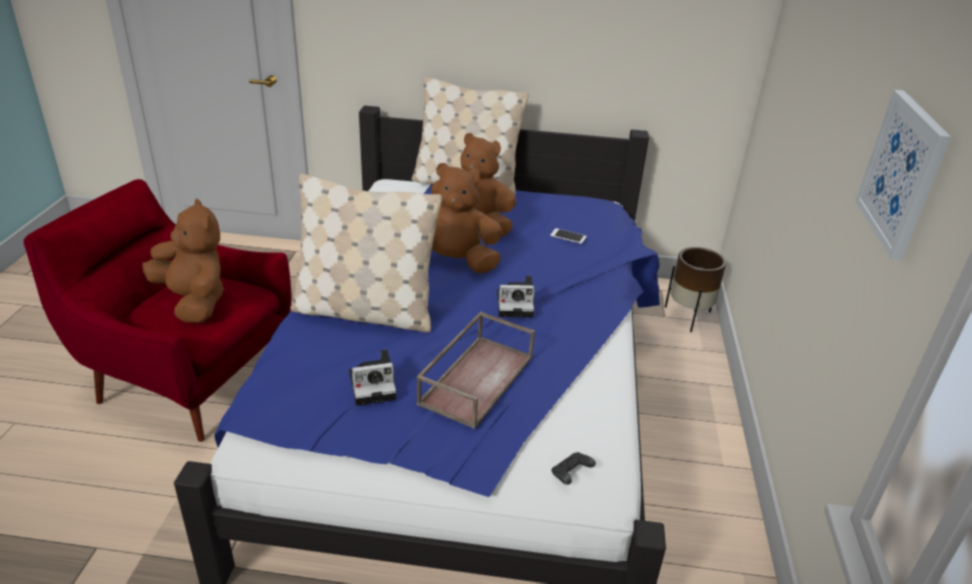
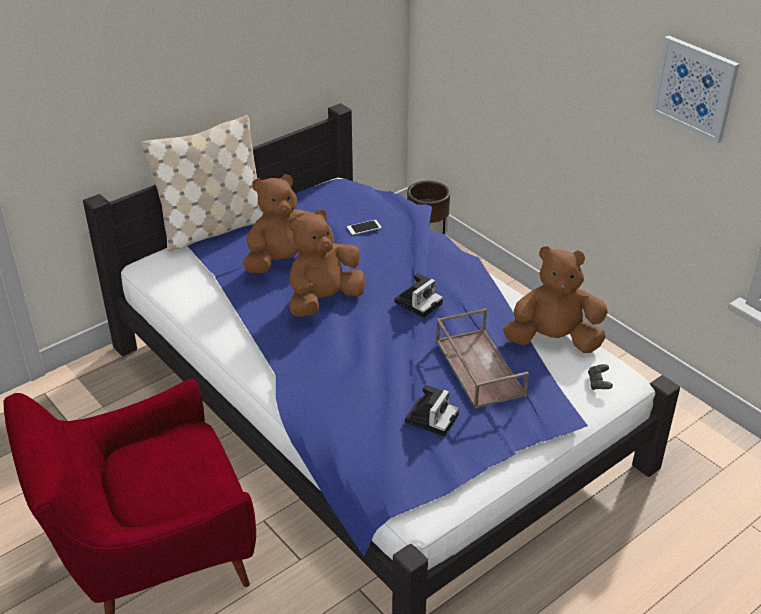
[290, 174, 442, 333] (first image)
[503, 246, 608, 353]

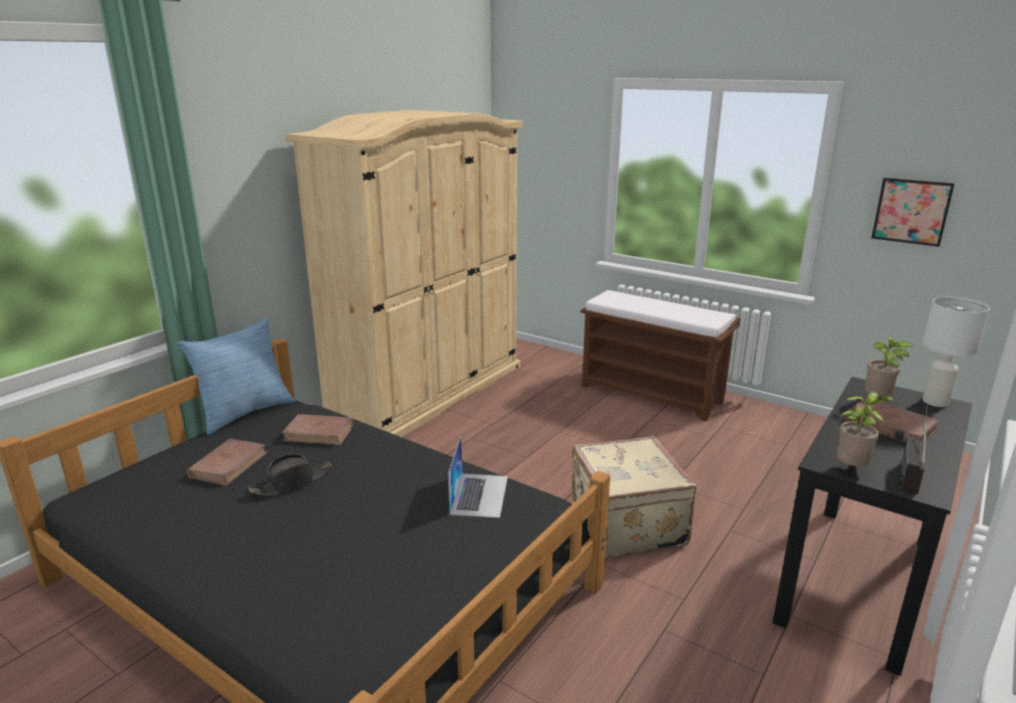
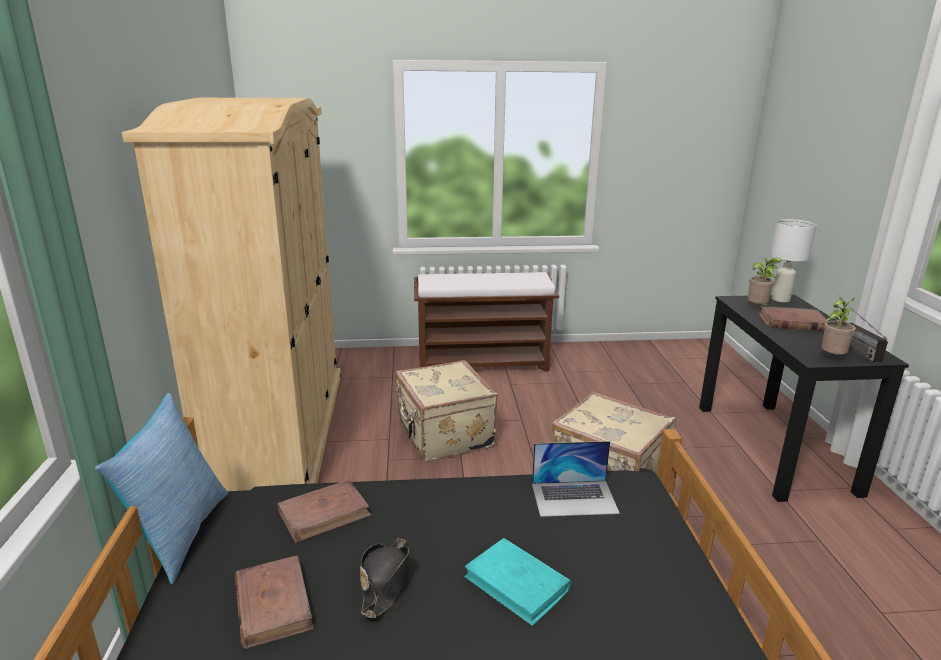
[871, 178, 955, 247] (first image)
[532, 441, 620, 517]
[395, 360, 498, 462]
[465, 538, 571, 626]

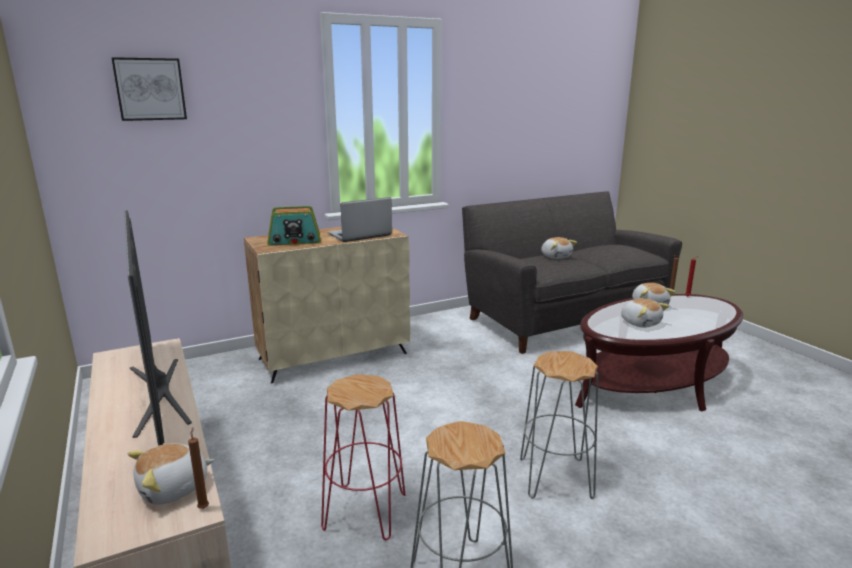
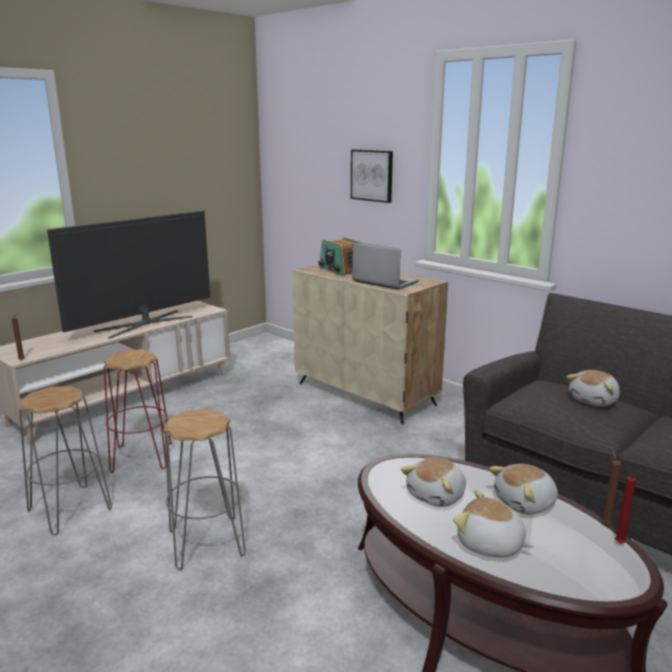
[351, 150, 393, 203]
[453, 489, 534, 558]

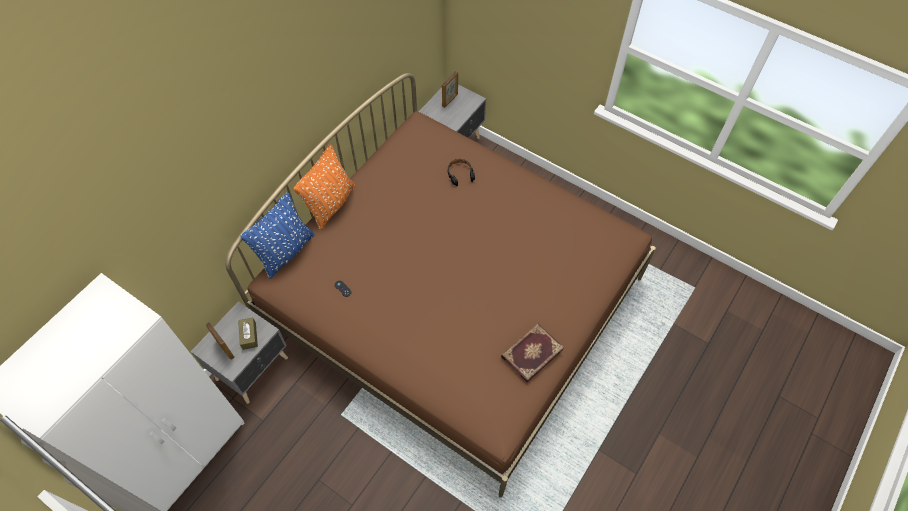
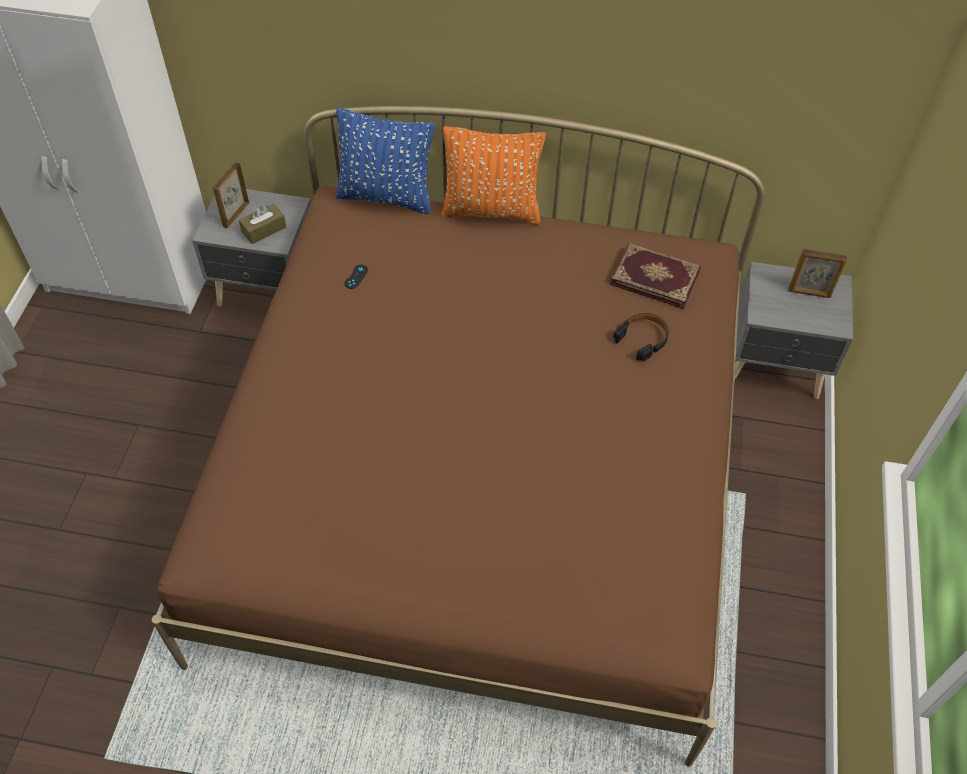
[610, 243, 701, 309]

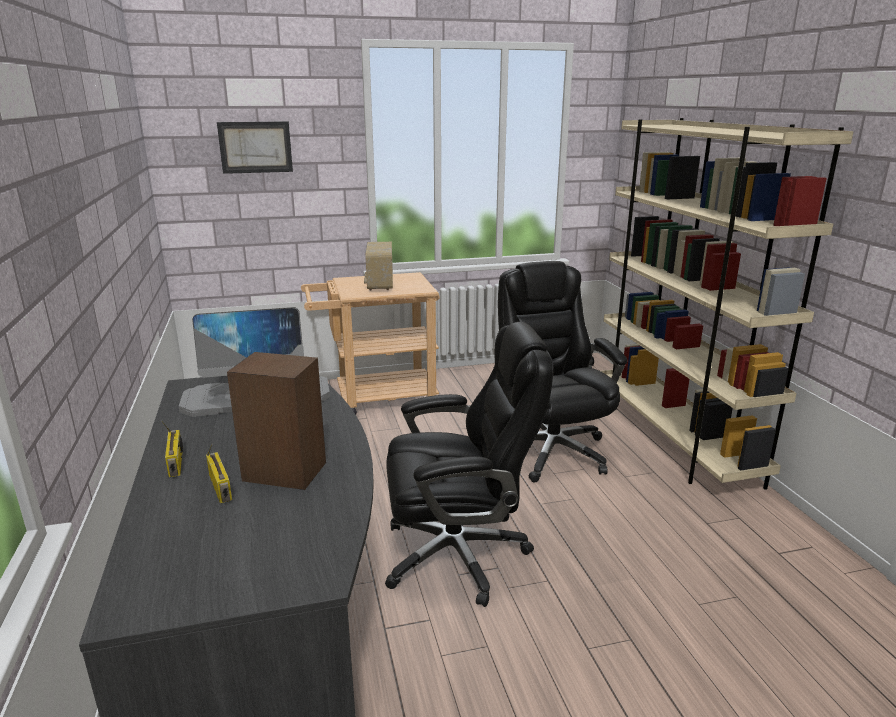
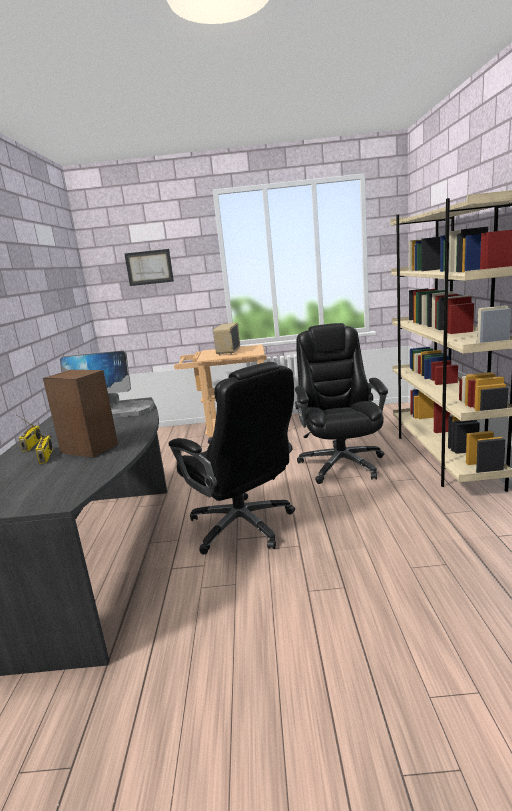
[169, 362, 295, 554]

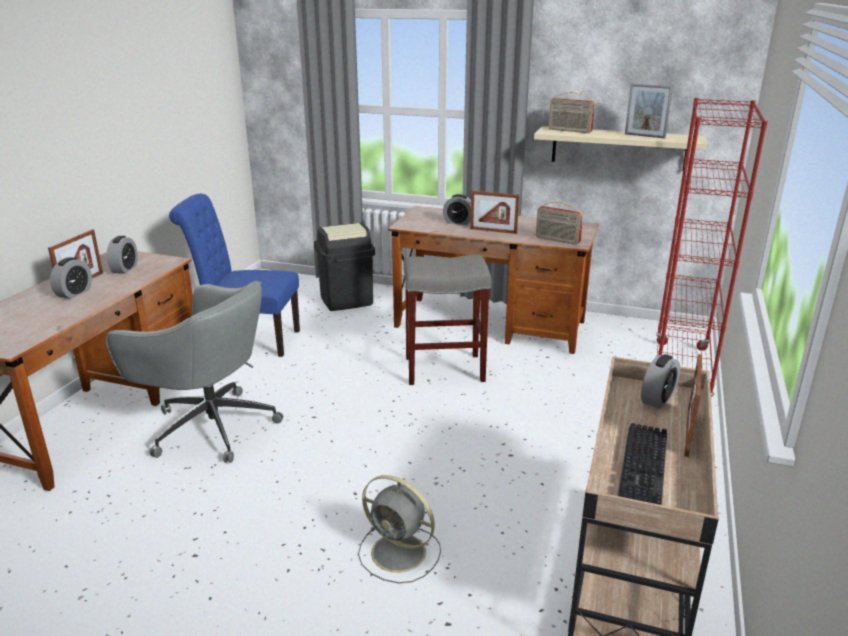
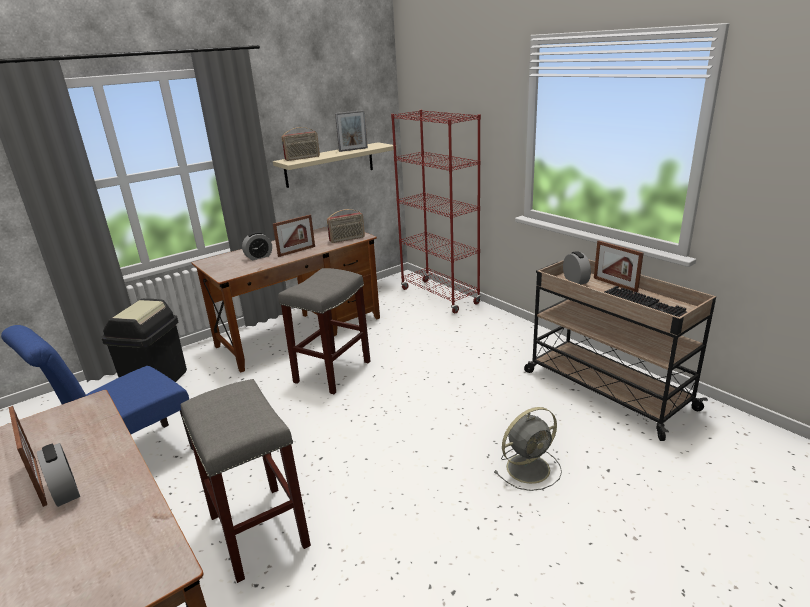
[107, 236, 138, 274] (first image)
[181, 379, 311, 583]

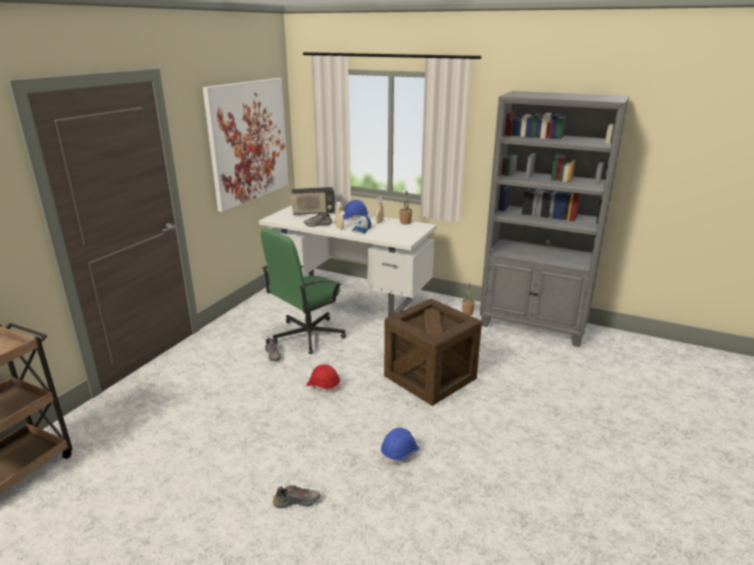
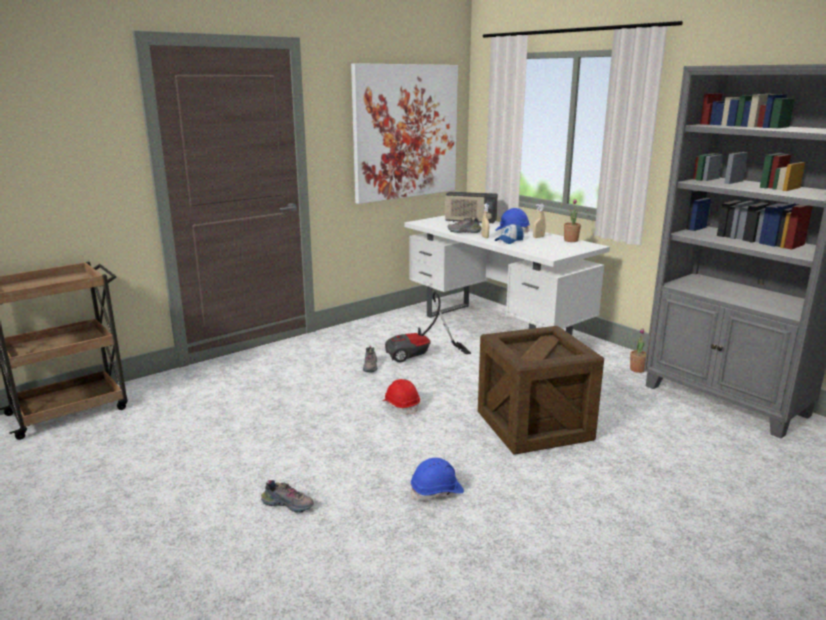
[385, 291, 471, 362]

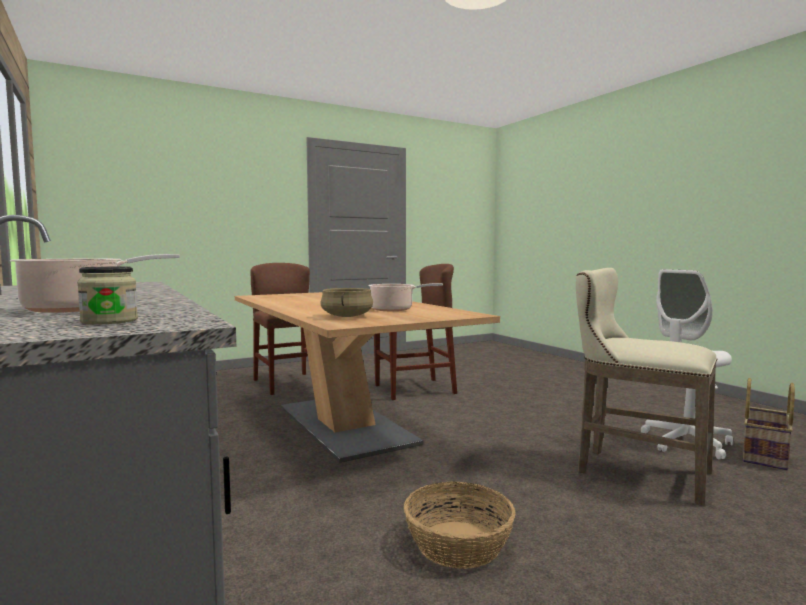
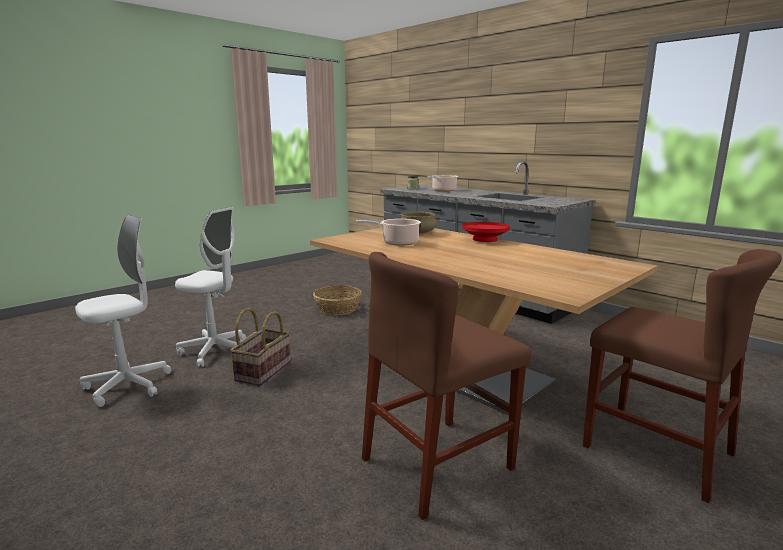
[175, 207, 246, 367]
[230, 308, 291, 386]
[462, 222, 510, 242]

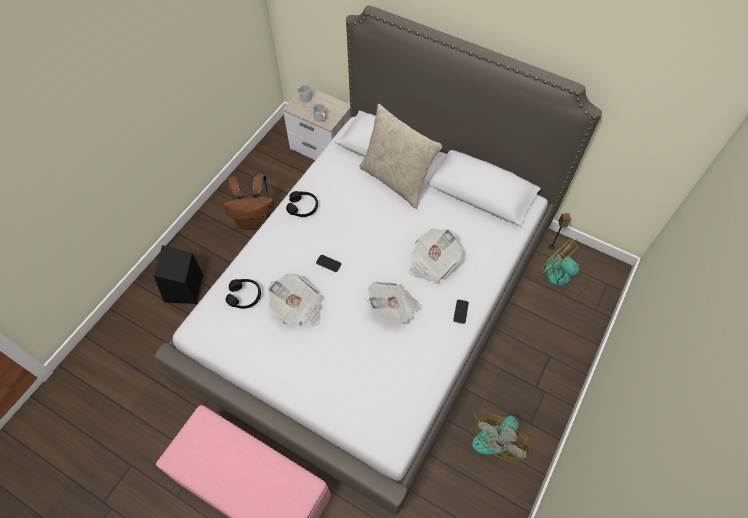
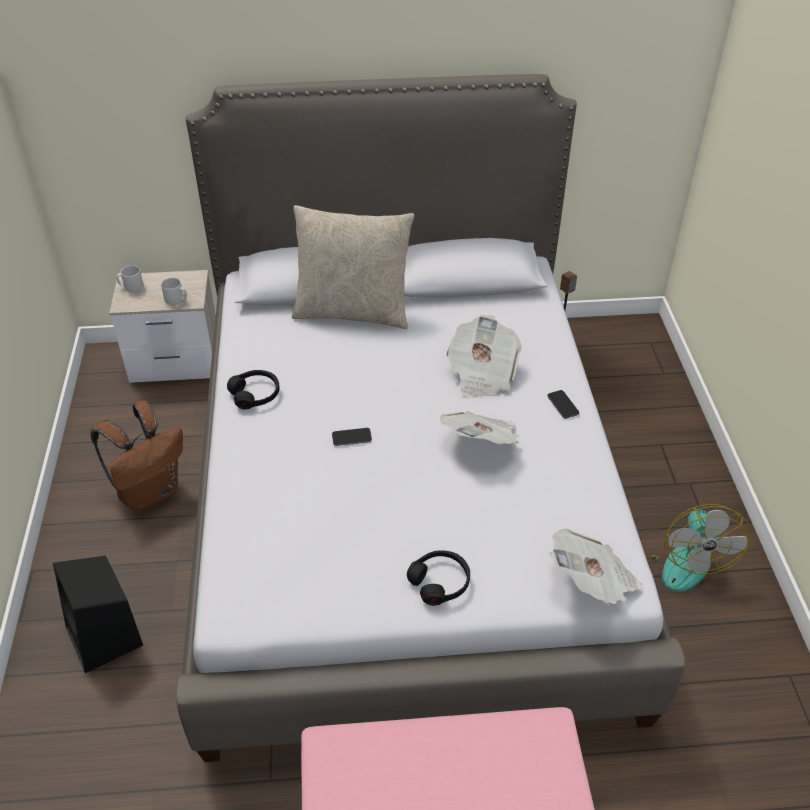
[540, 238, 589, 297] (first image)
[550, 529, 643, 606]
[407, 550, 470, 606]

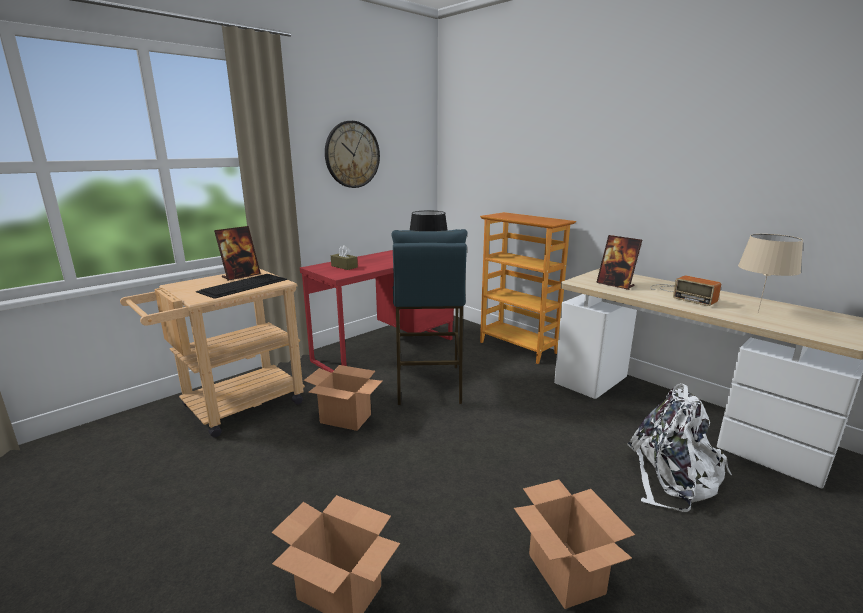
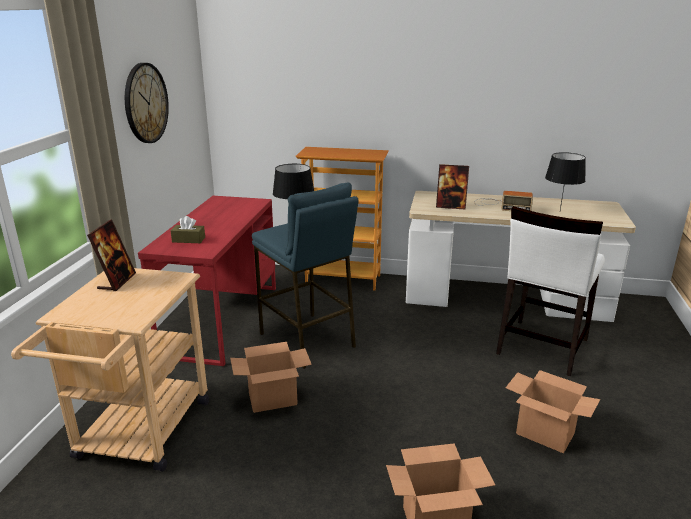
[545, 152, 586, 210]
[196, 274, 288, 299] (first image)
[496, 206, 605, 376]

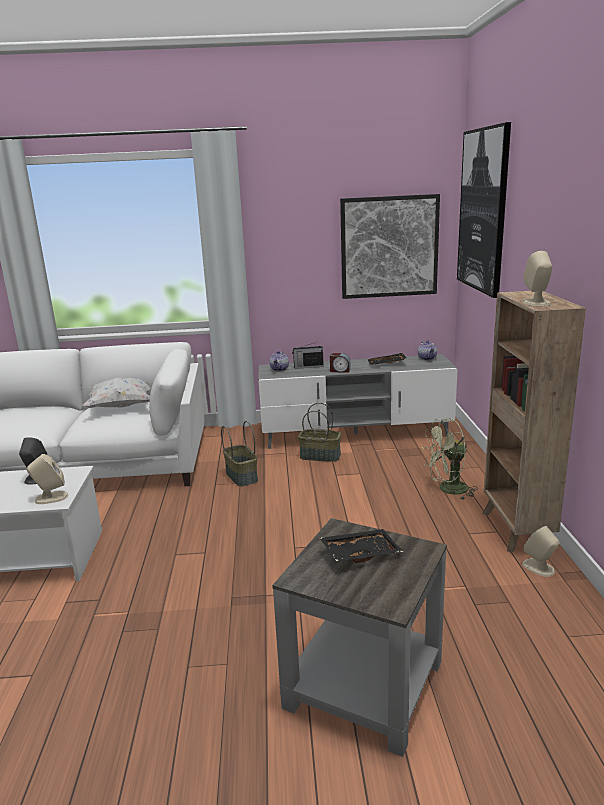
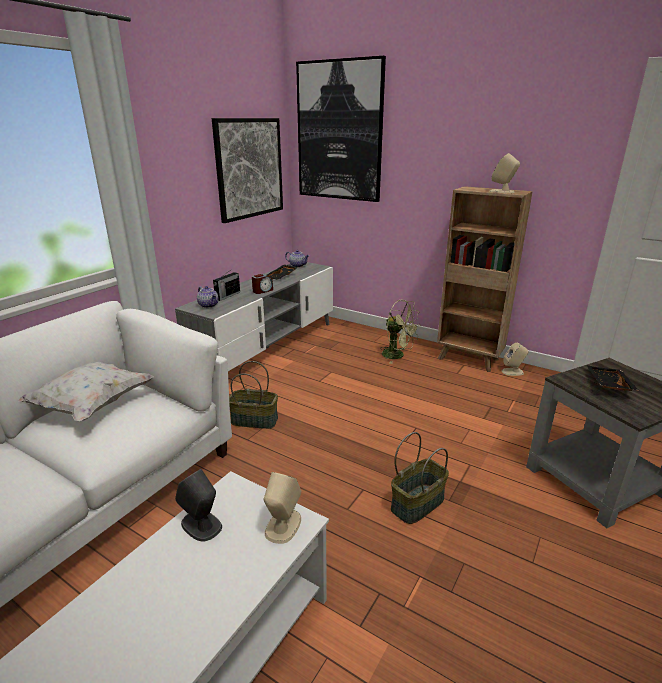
[391, 432, 449, 524]
[381, 300, 421, 364]

